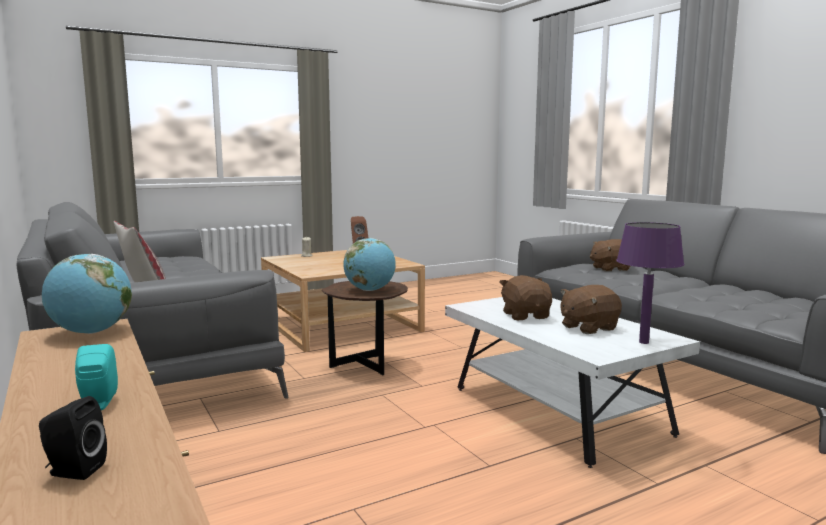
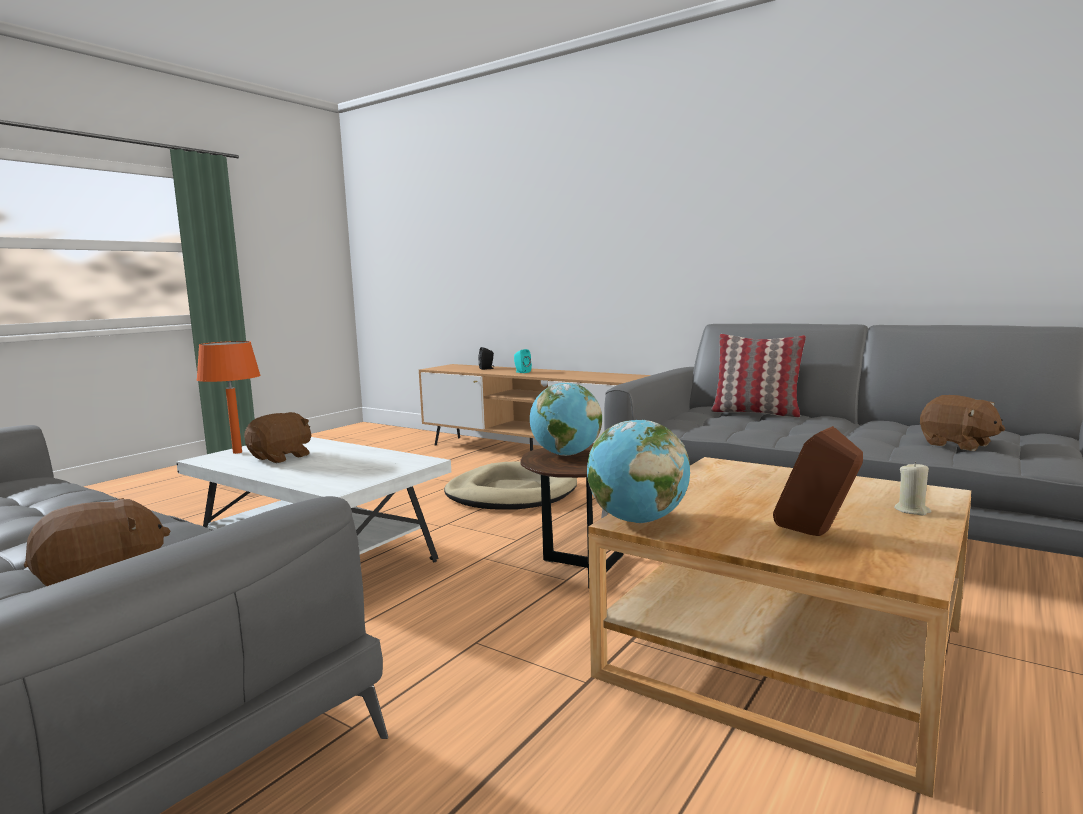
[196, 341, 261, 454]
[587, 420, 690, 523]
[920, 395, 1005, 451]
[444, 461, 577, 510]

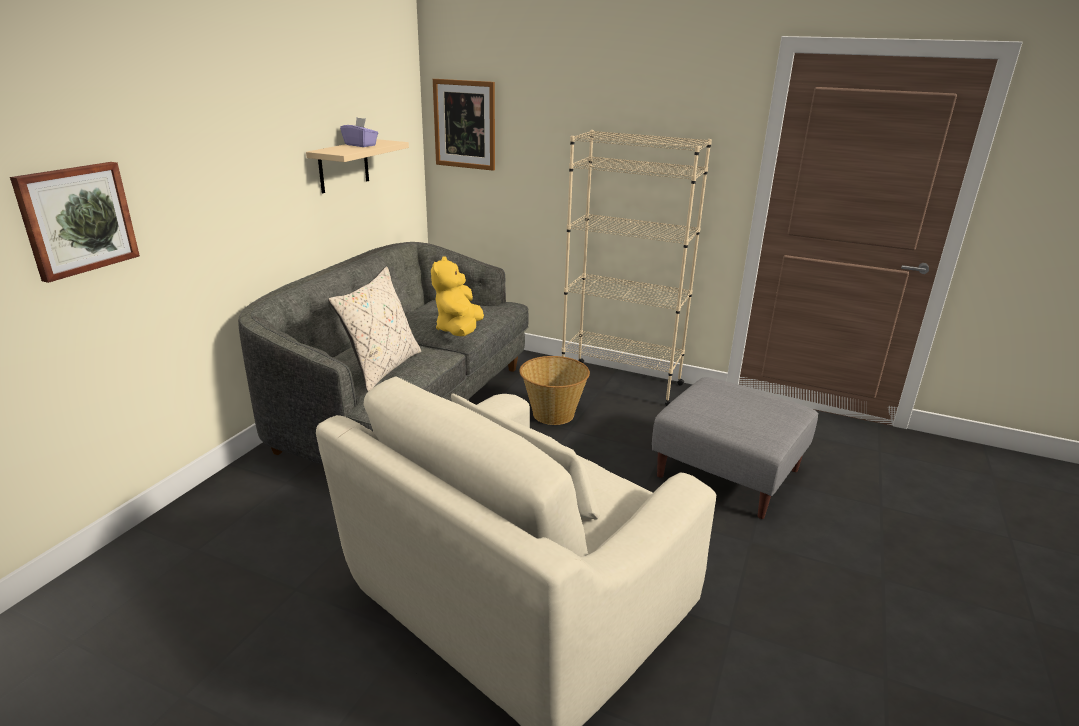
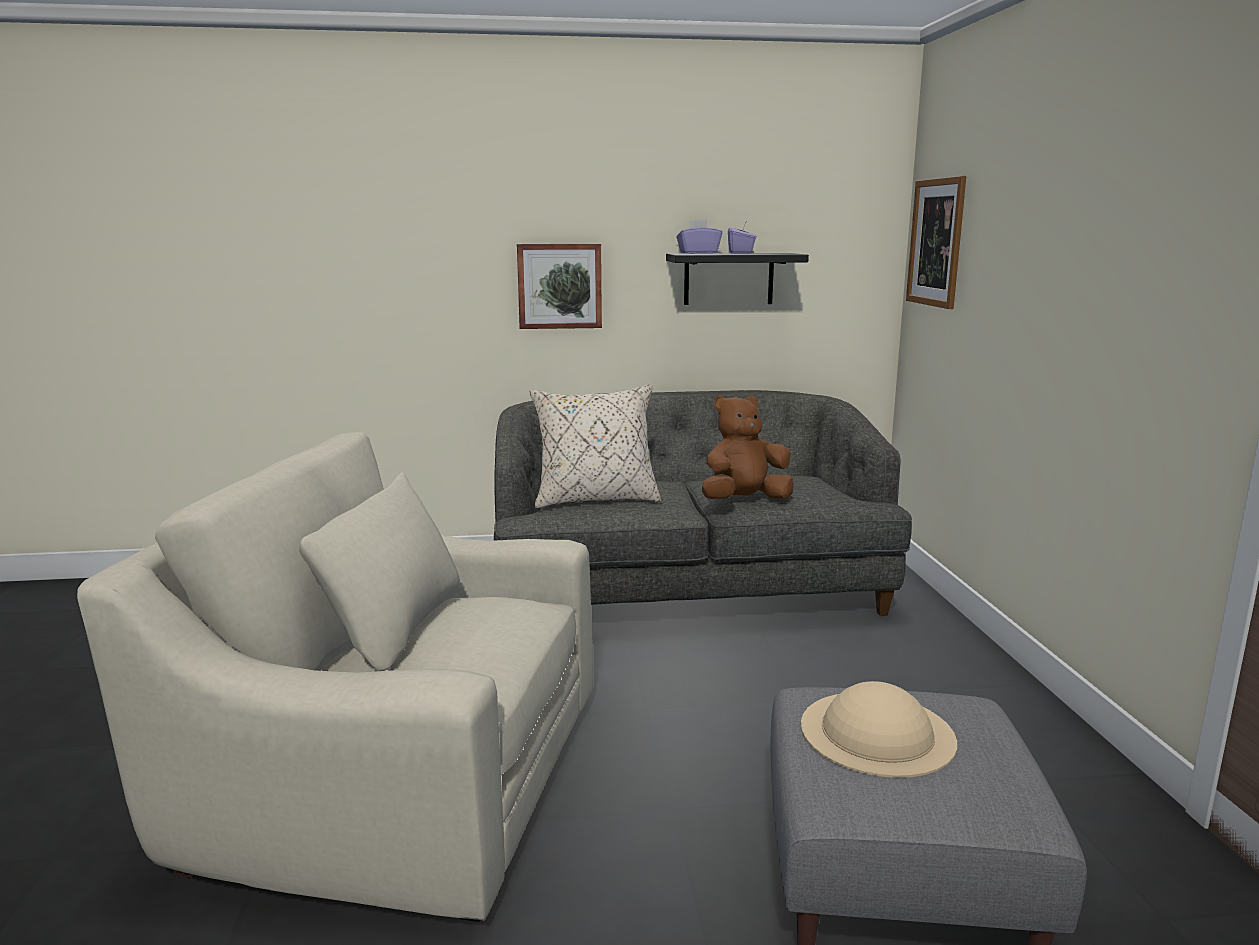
[562, 130, 712, 406] (first image)
[666, 253, 809, 305]
[517, 244, 602, 329]
[702, 395, 794, 499]
[519, 356, 590, 425] (first image)
[676, 220, 722, 254]
[801, 681, 957, 778]

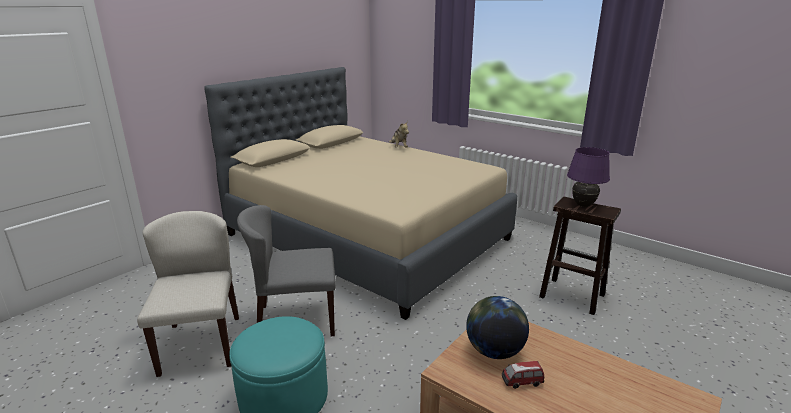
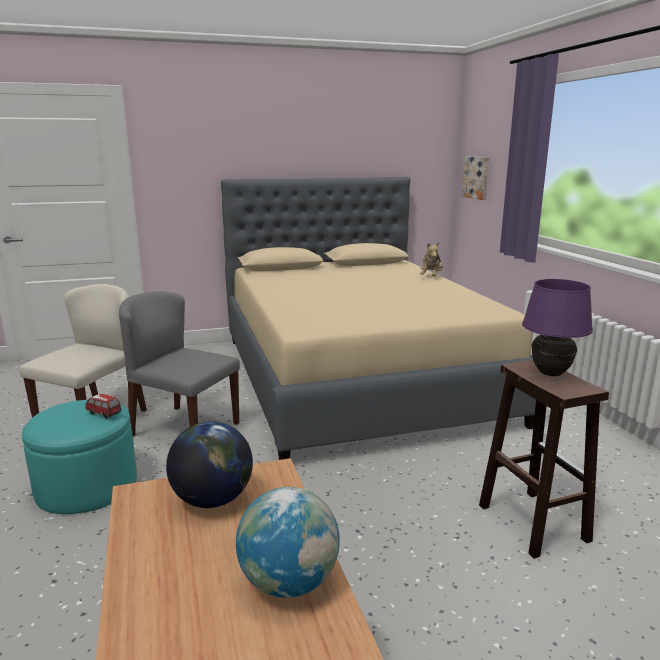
[85, 394, 122, 419]
[462, 157, 489, 200]
[236, 487, 340, 598]

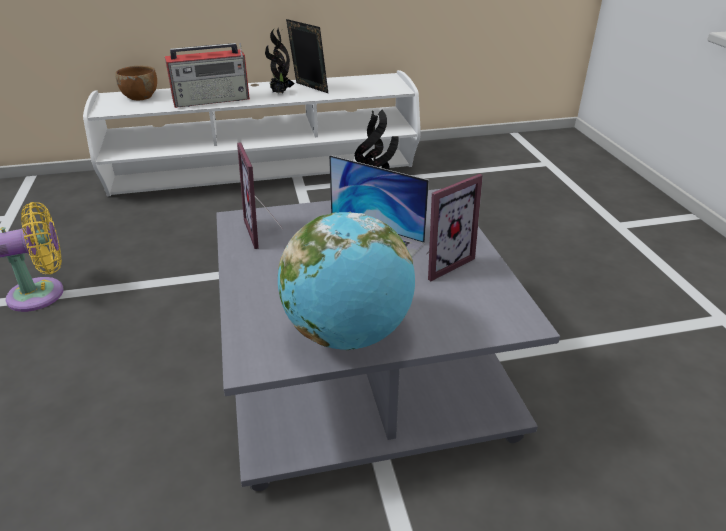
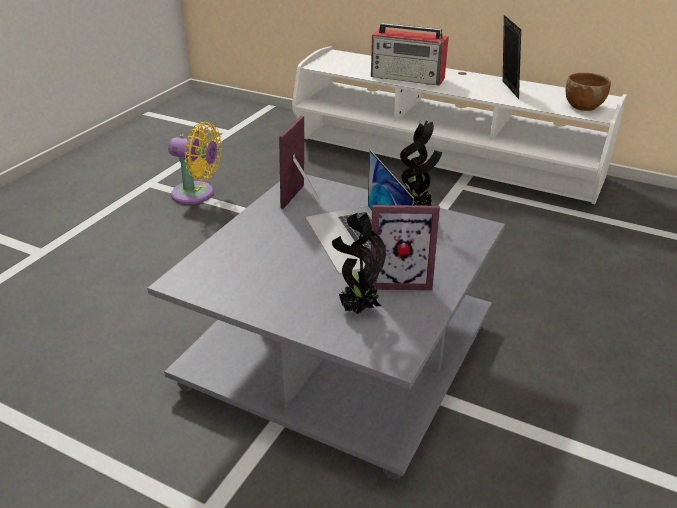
[332, 212, 386, 314]
[565, 73, 611, 111]
[278, 212, 415, 350] (first image)

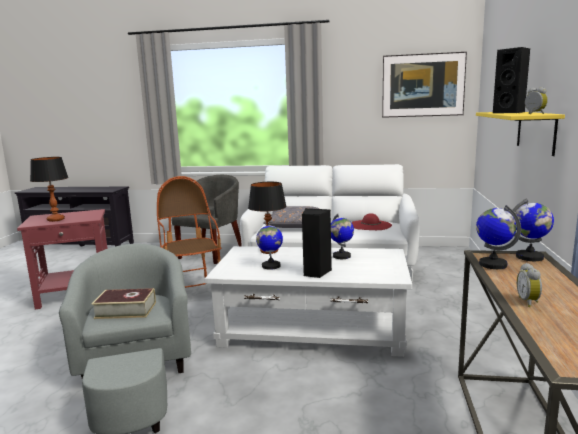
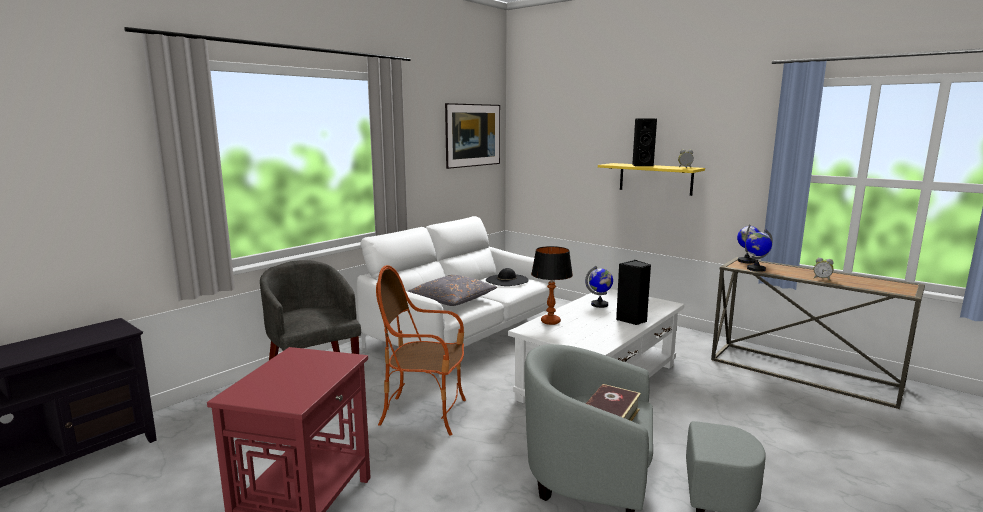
[30, 157, 69, 222] (first image)
[486, 268, 529, 286]
[256, 221, 283, 270] (first image)

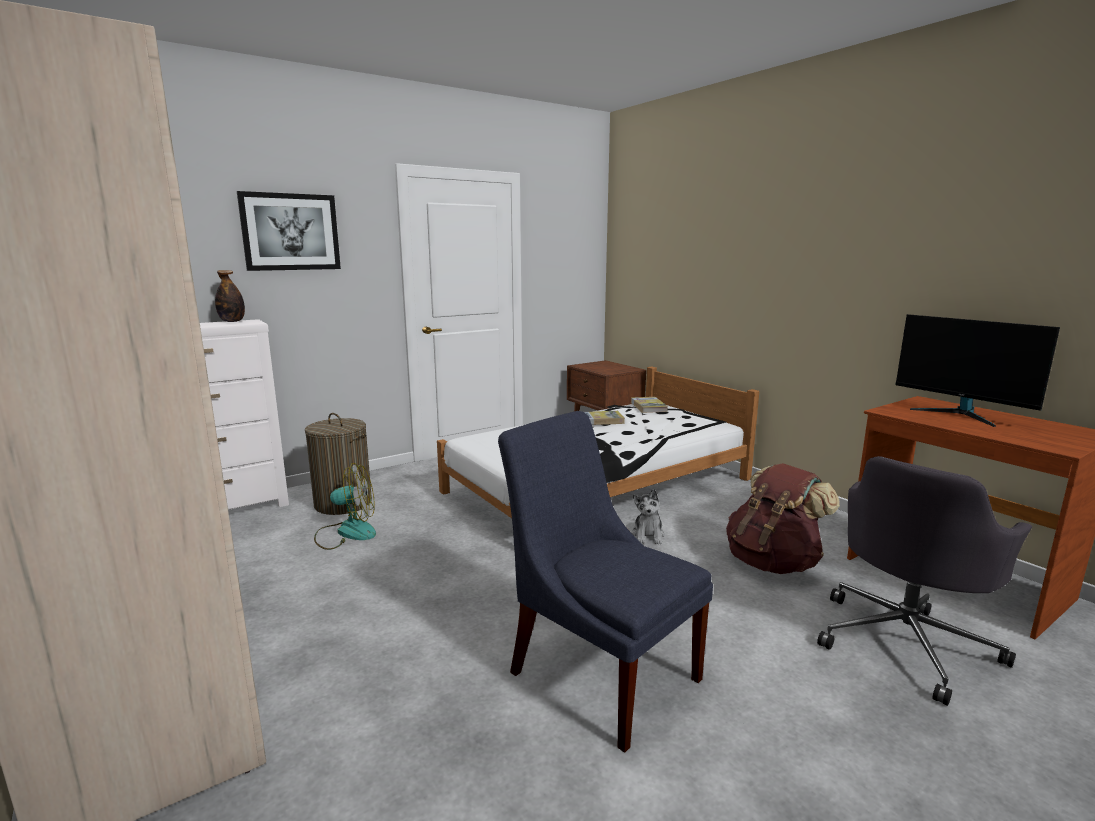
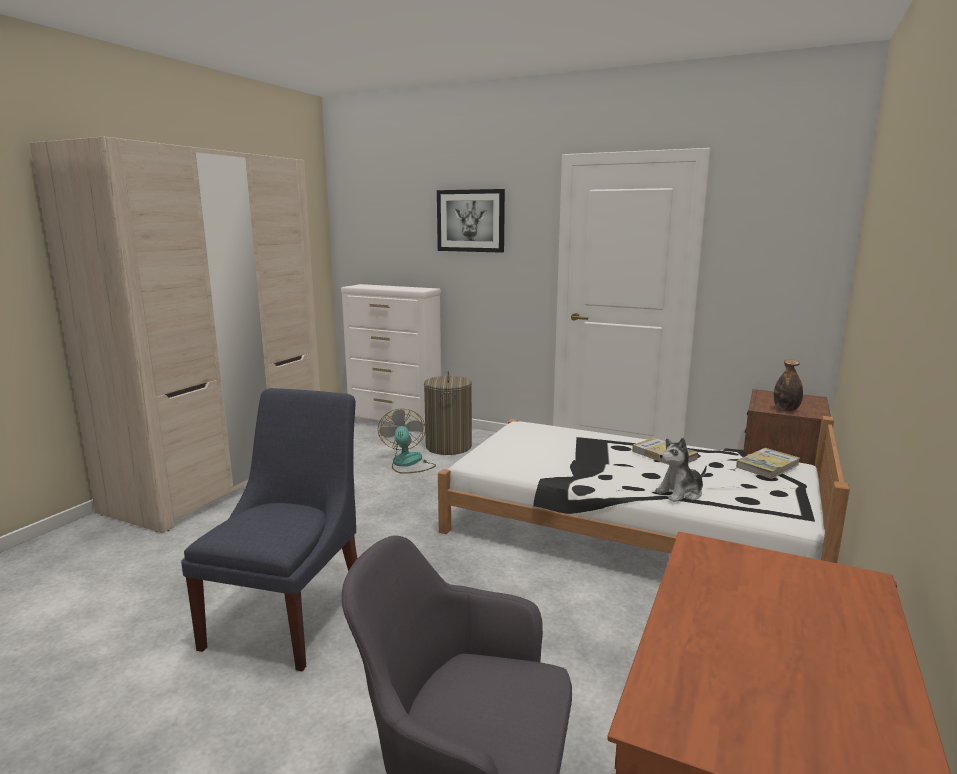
[774, 359, 803, 411]
[895, 314, 1060, 427] (first image)
[378, 409, 436, 474]
[726, 463, 840, 574] (first image)
[655, 438, 707, 502]

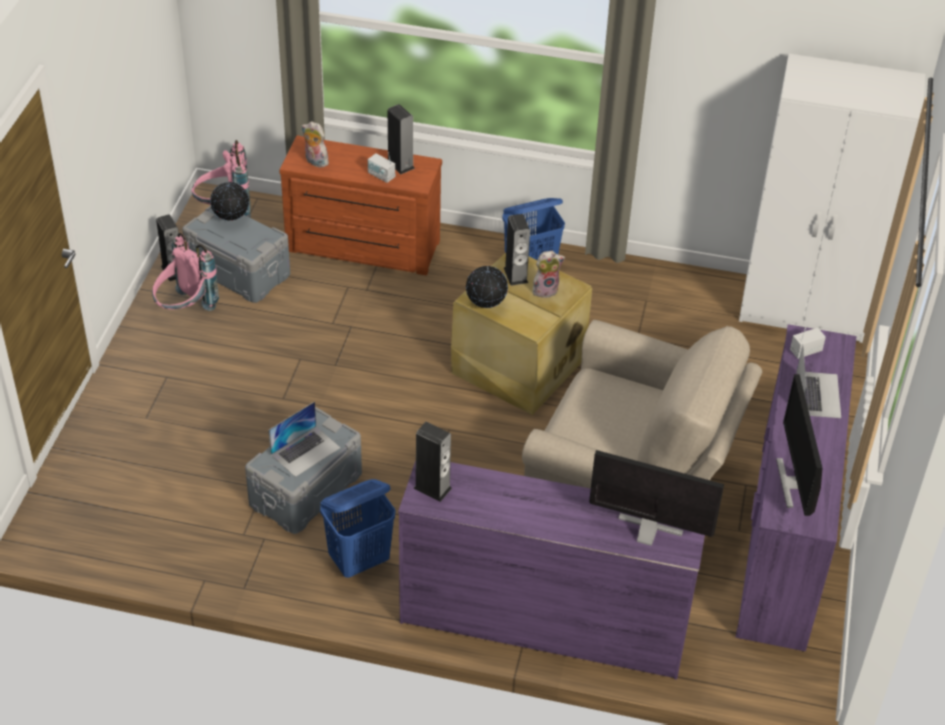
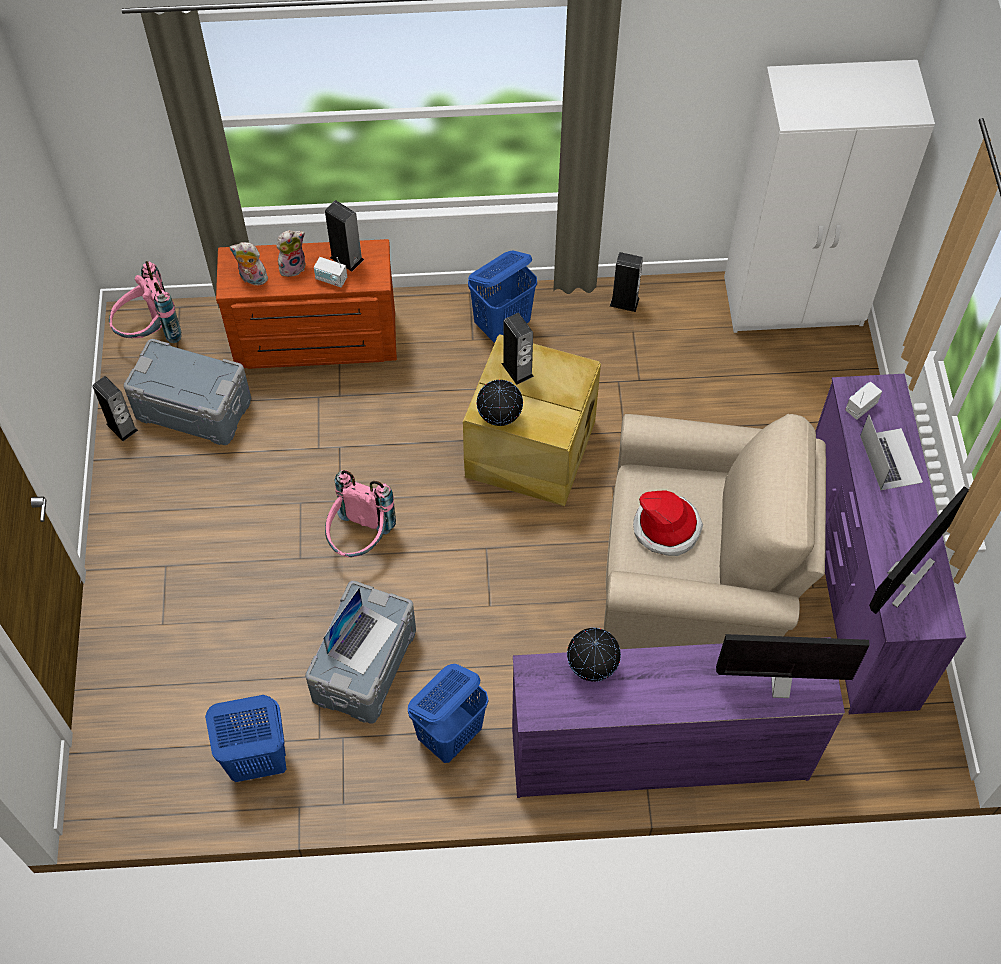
[567, 628, 621, 682]
[325, 470, 396, 557]
[276, 230, 306, 277]
[869, 486, 969, 614]
[610, 252, 643, 312]
[633, 490, 703, 556]
[205, 695, 287, 782]

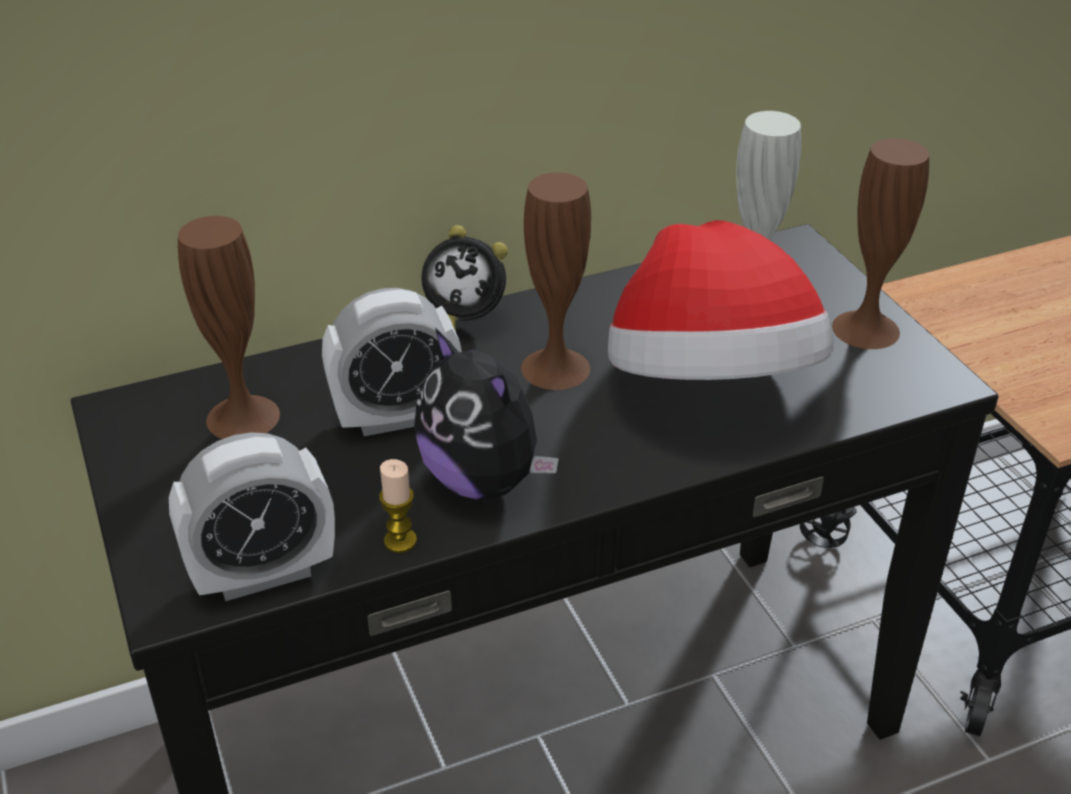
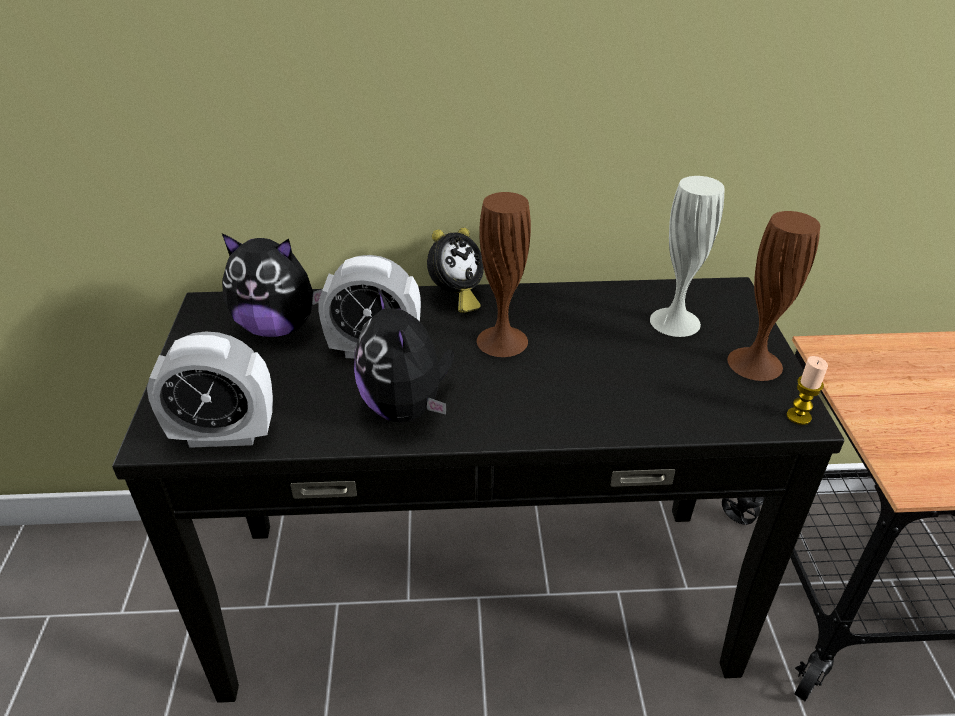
[222, 233, 323, 337]
[608, 220, 833, 380] (first image)
[427, 228, 484, 313]
[787, 356, 828, 425]

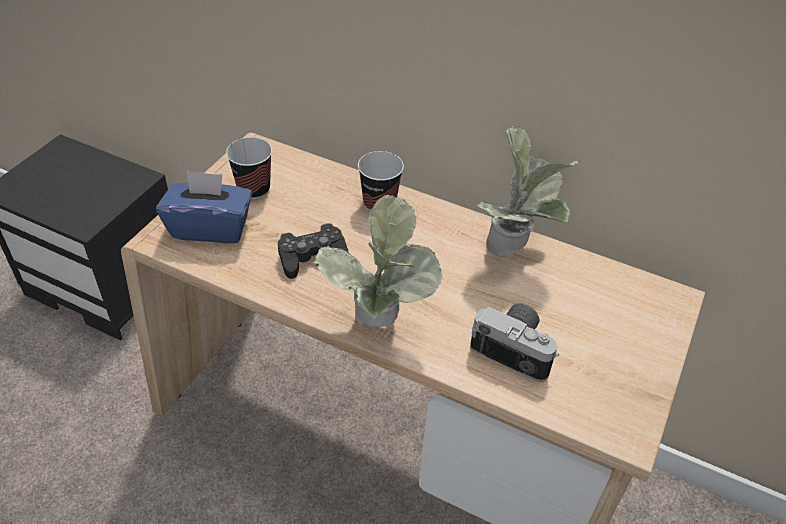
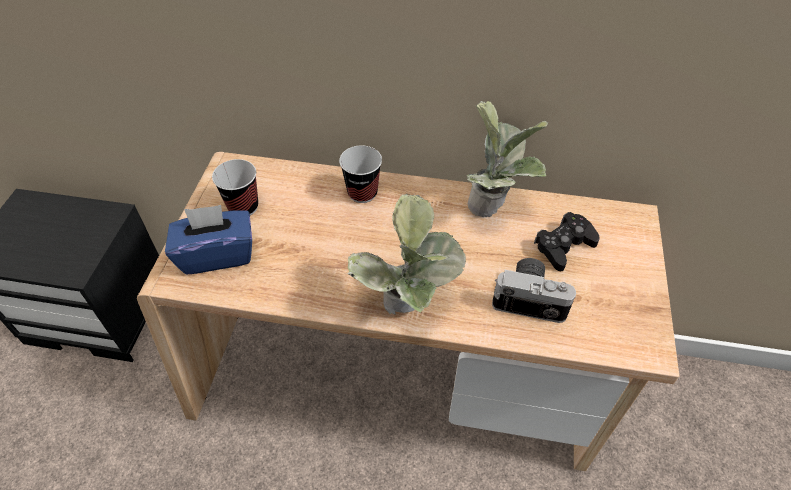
[534, 212, 600, 272]

